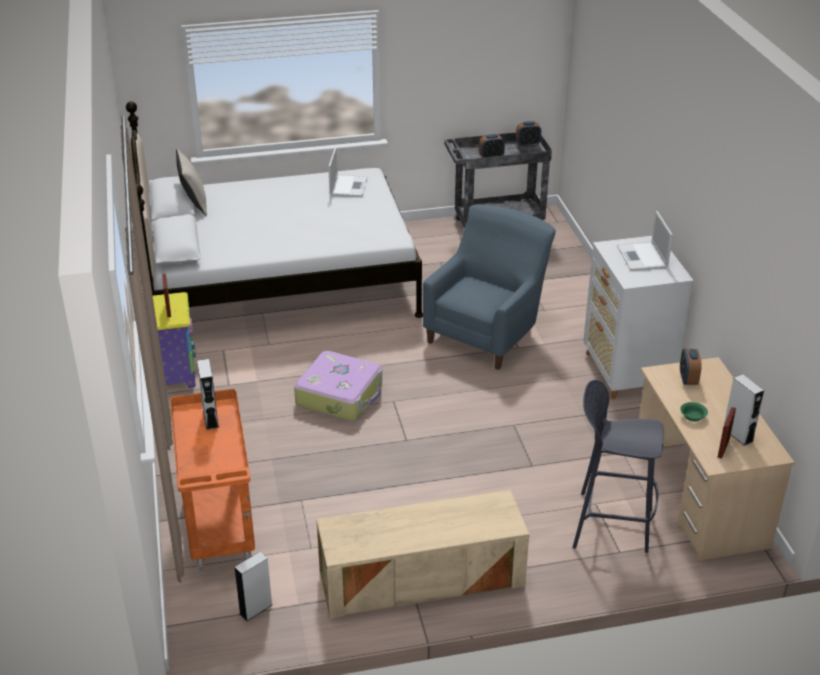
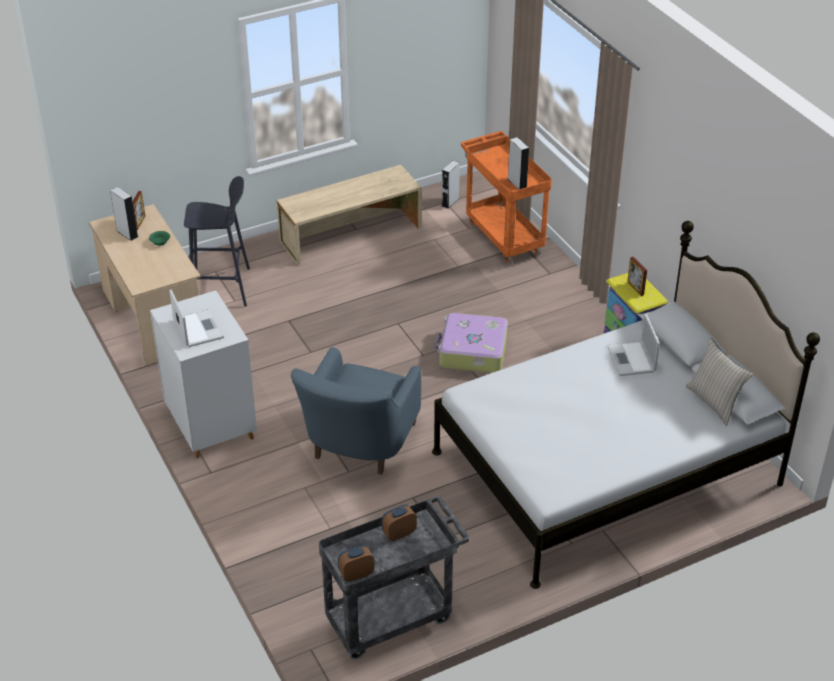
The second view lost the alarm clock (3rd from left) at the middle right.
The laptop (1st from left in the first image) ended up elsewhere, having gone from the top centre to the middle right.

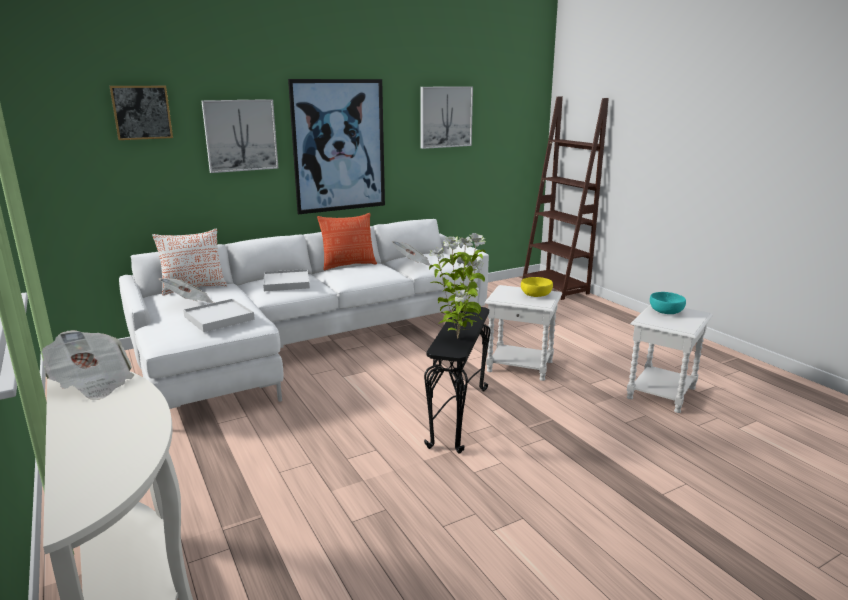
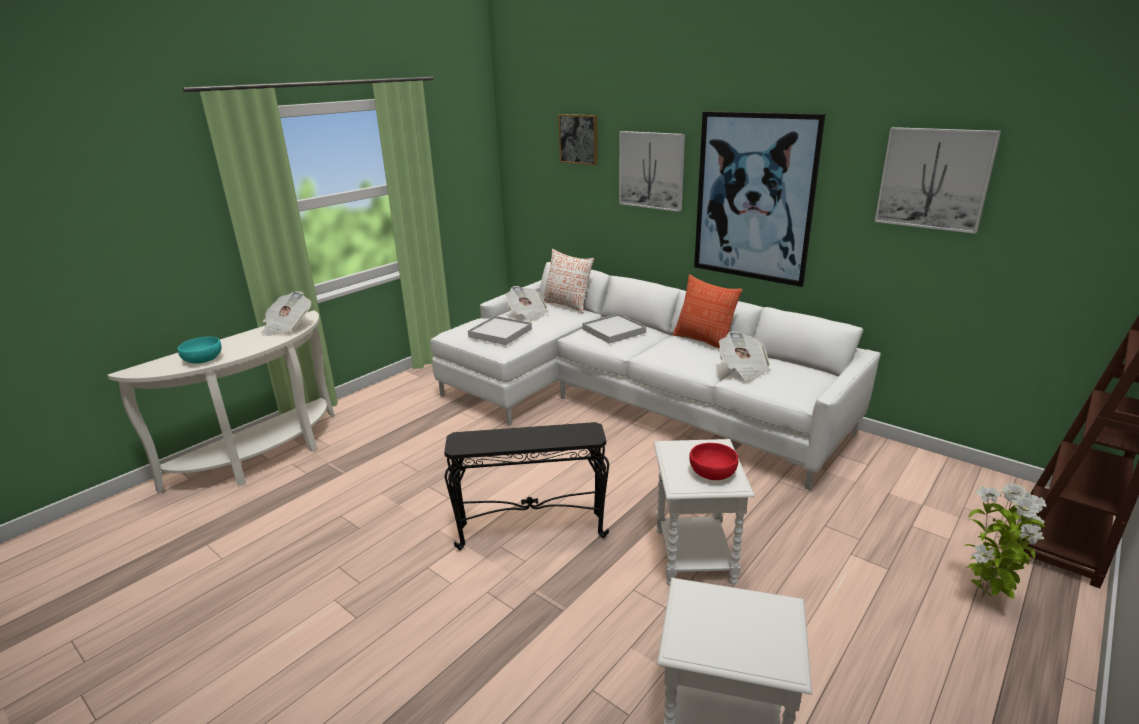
The potted plant ended up elsewhere, having gone from the centre to the bottom right.
The bowl in turquoise ended up elsewhere, having gone from the middle right to the middle left.
What was the bowl in yellow at the centre turned into the bowl in red at the centre.

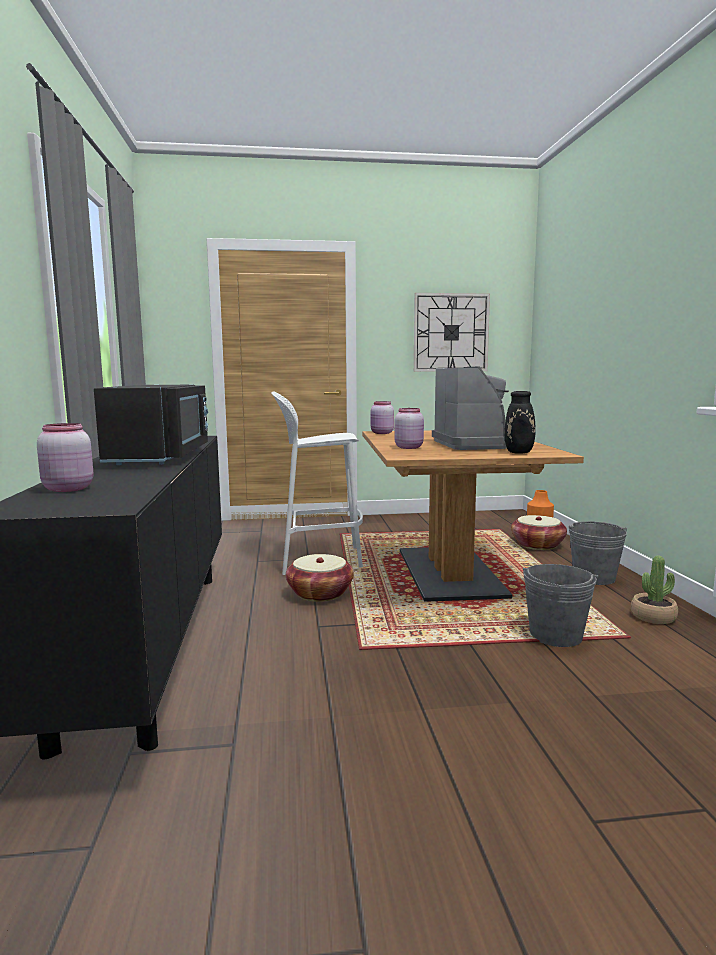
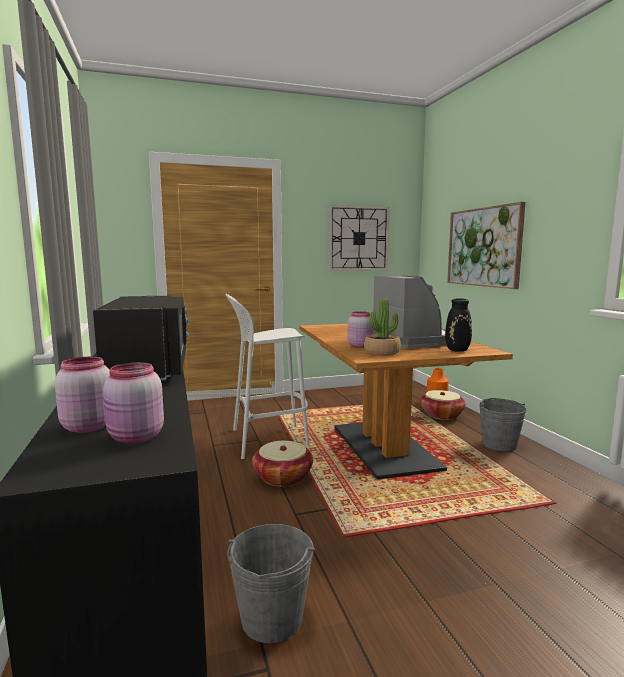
The second view gained the picture at the middle right.
The jar in pink (2nd from left) ended up elsewhere, having gone from the centre to the middle left.
The bucket in grey (1st from left) ended up elsewhere, having gone from the middle right to the bottom centre.
The potted plant ended up elsewhere, having gone from the middle right to the centre.

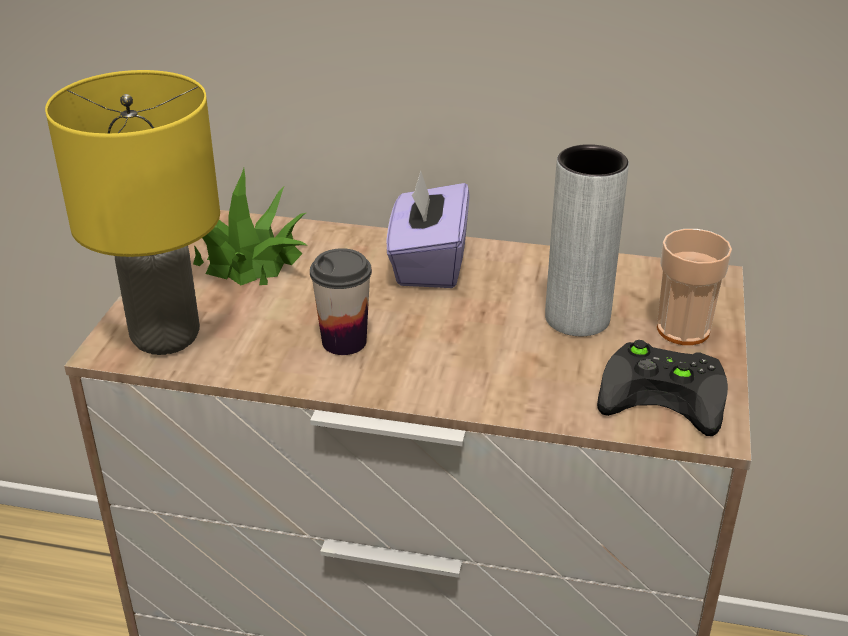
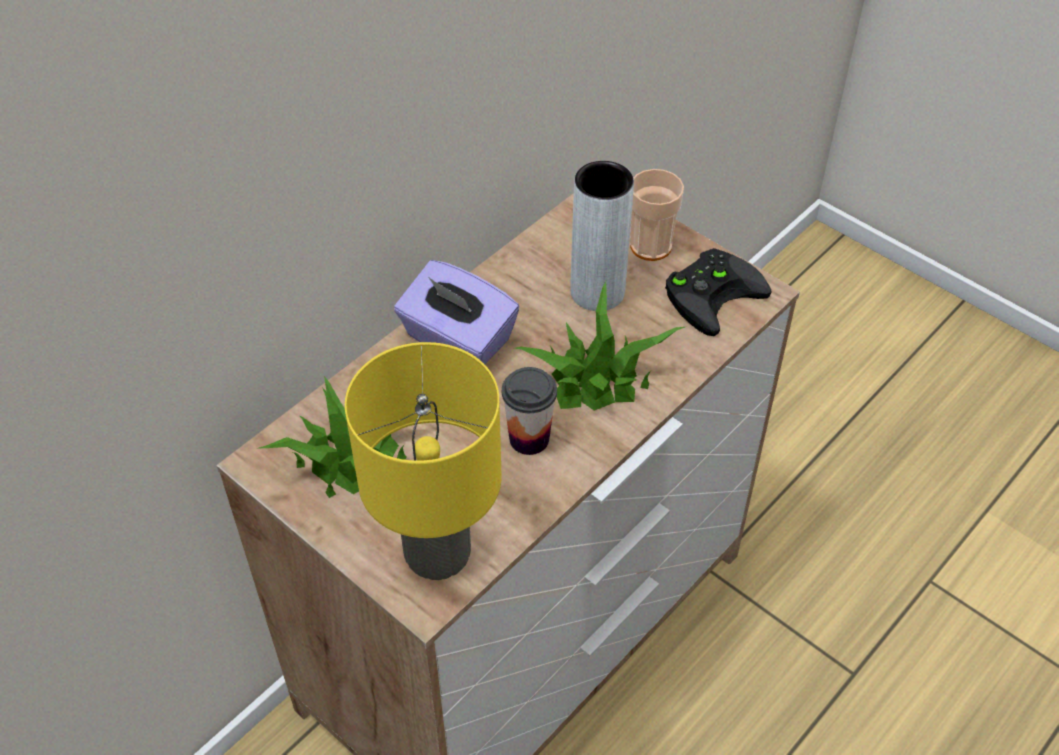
The second view gained the potted plant (2nd from left) at the centre.

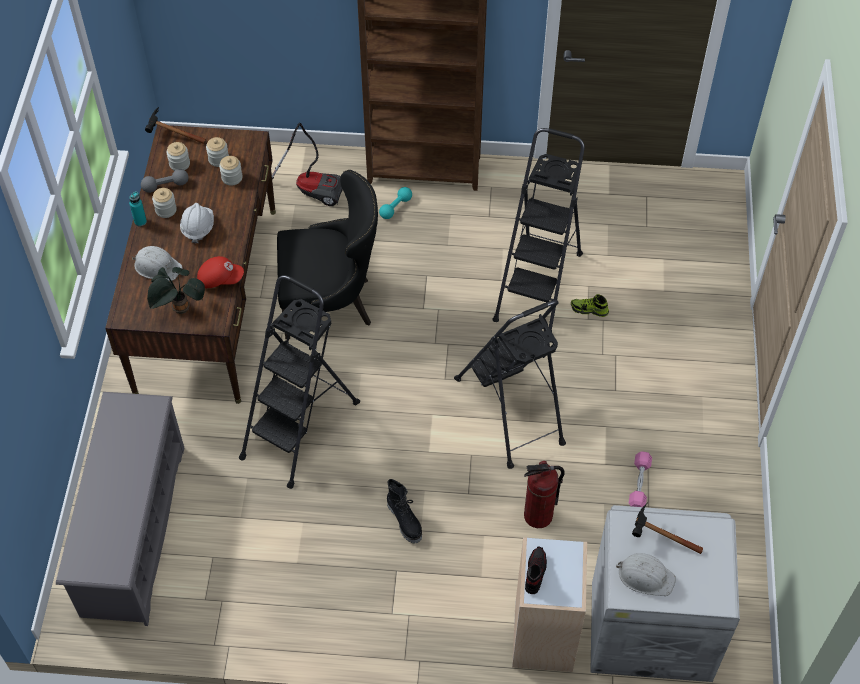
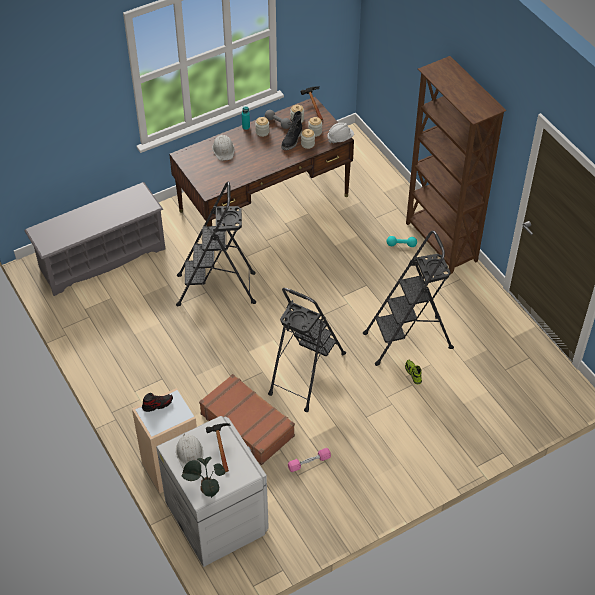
The second view lost the cap in red at the middle left.
The second view lost the vacuum cleaner at the top centre.
The second view lost the chair in black at the centre.
The potted plant ended up elsewhere, having gone from the middle left to the bottom centre.
The hard hat in white (2nd from left in the first image) ended up elsewhere, having gone from the top left to the top centre.
The boot in black ended up elsewhere, having gone from the bottom centre to the top centre.
Where the fire extinguisher stood at the bottom centre, the suitcase in brown came to stand at the bottom centre.

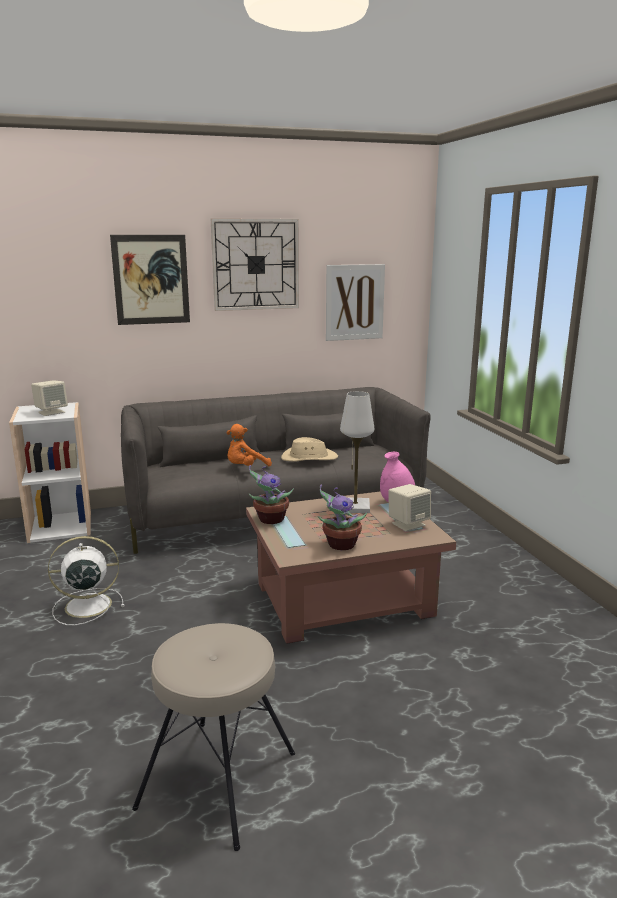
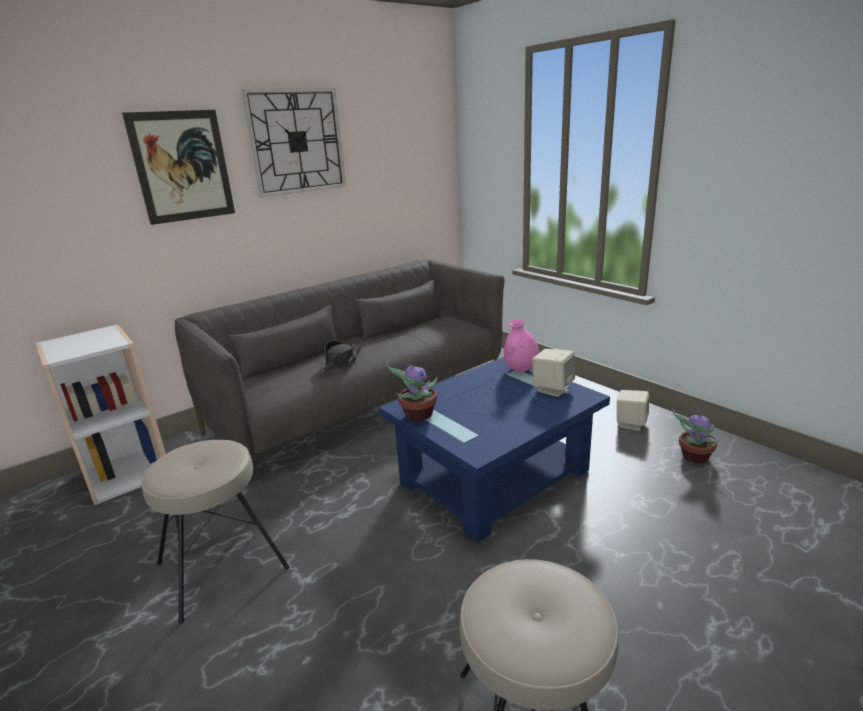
The second view lost the hat in beige at the centre.
The second view lost the picture (2nd from left) at the centre.
The second view lost the table lamp in white at the centre.
The speaker in beige (1st from left in the first image) ended up elsewhere, having gone from the middle left to the middle right.
The potted plant (2nd from left) ended up elsewhere, having gone from the centre to the middle right.
Where the fan in white stood at the middle left, the stool in beige (1st from left) came to stand at the bottom left.
Where the plush toy in orange stood at the centre, the hat in black came to stand at the centre.
What was the coffee table in brown at the centre turned into the coffee table in blue at the centre.

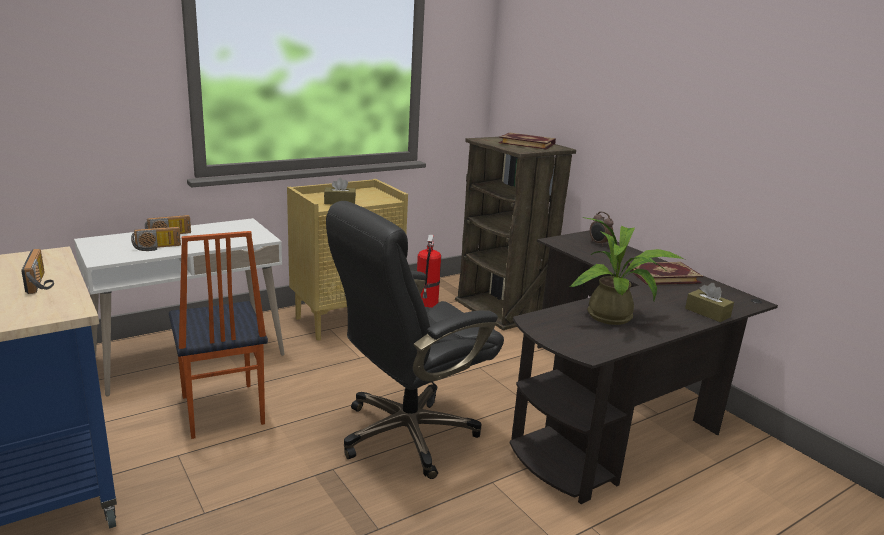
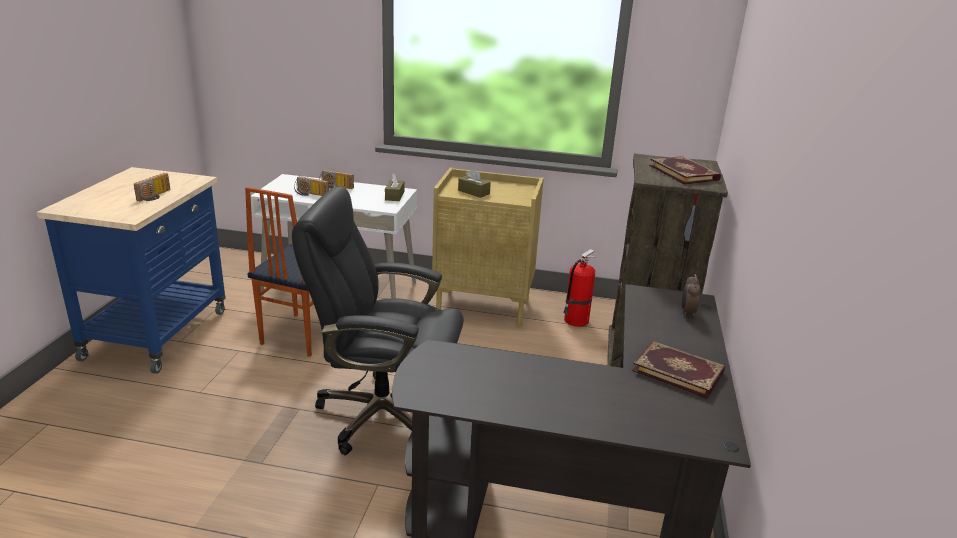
The second view lost the potted plant at the middle right.
The tissue box in brown (2nd from left in the first image) ended up elsewhere, having gone from the middle right to the centre.

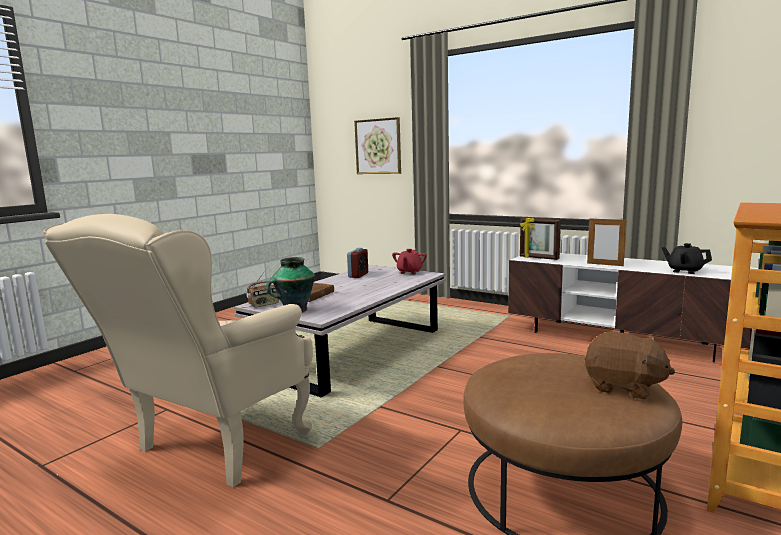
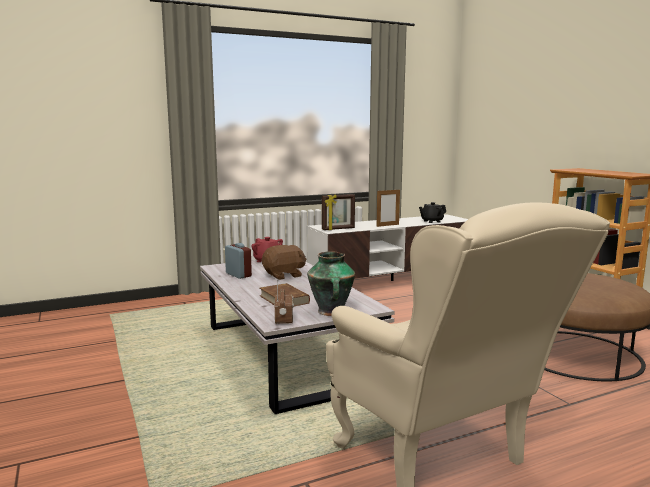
The second view lost the picture at the top centre.
The plush toy in brown ended up elsewhere, having gone from the bottom right to the centre.

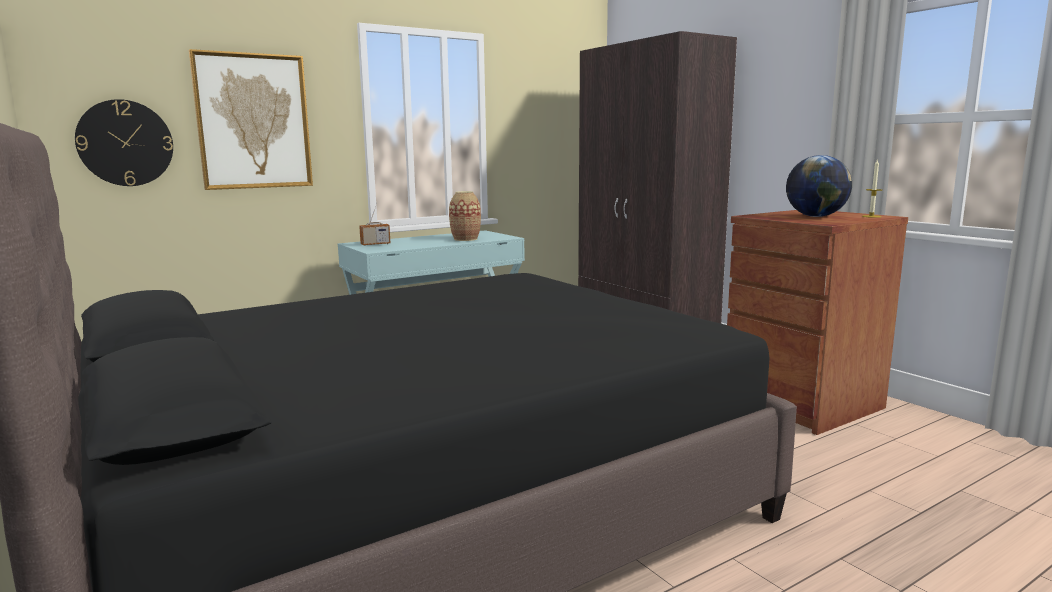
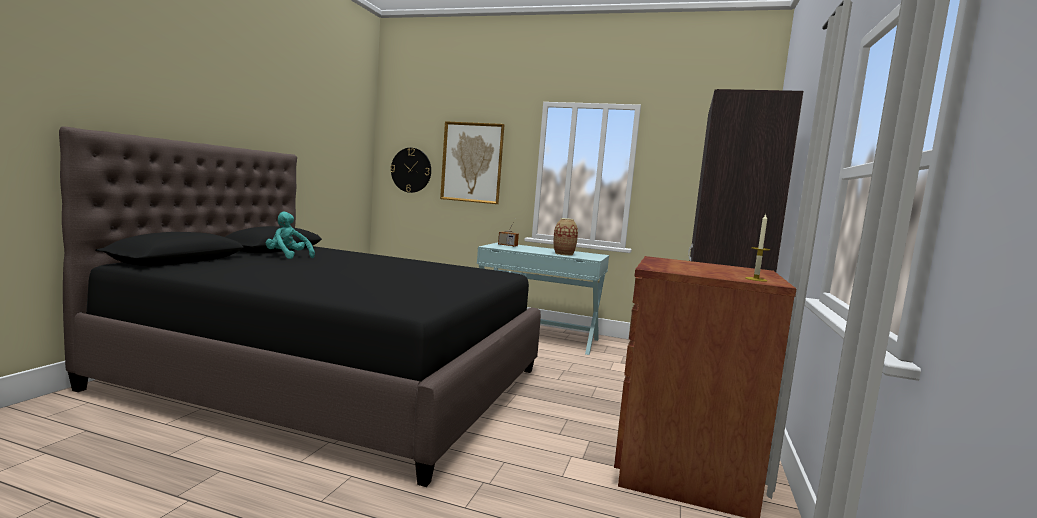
The second view lost the globe at the top right.
The second view gained the plush toy in turquoise at the middle left.

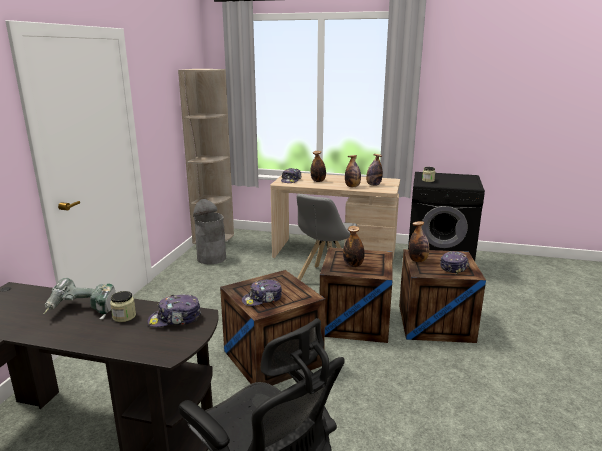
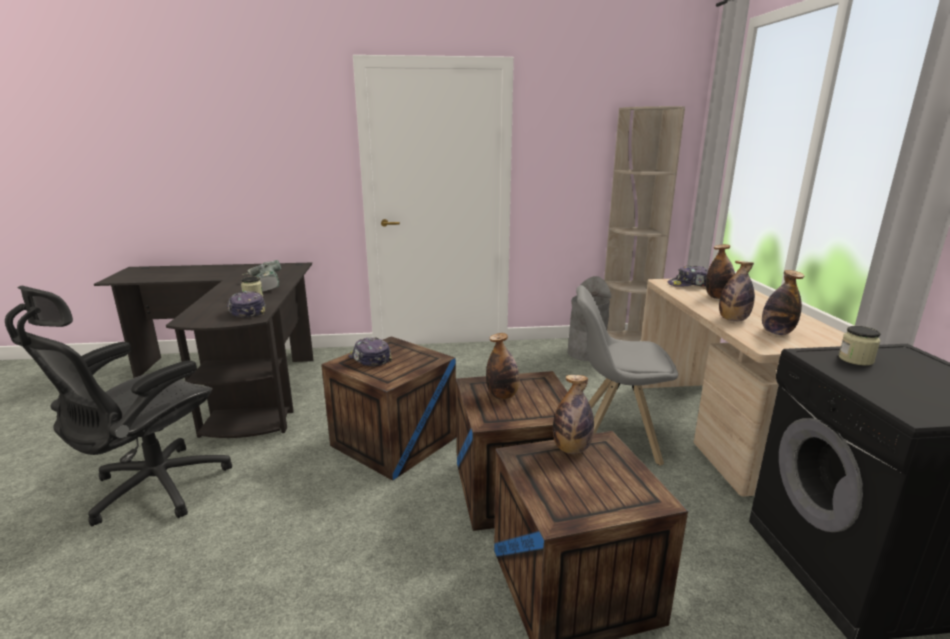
The second view lost the cap (4th from left) at the middle right.

